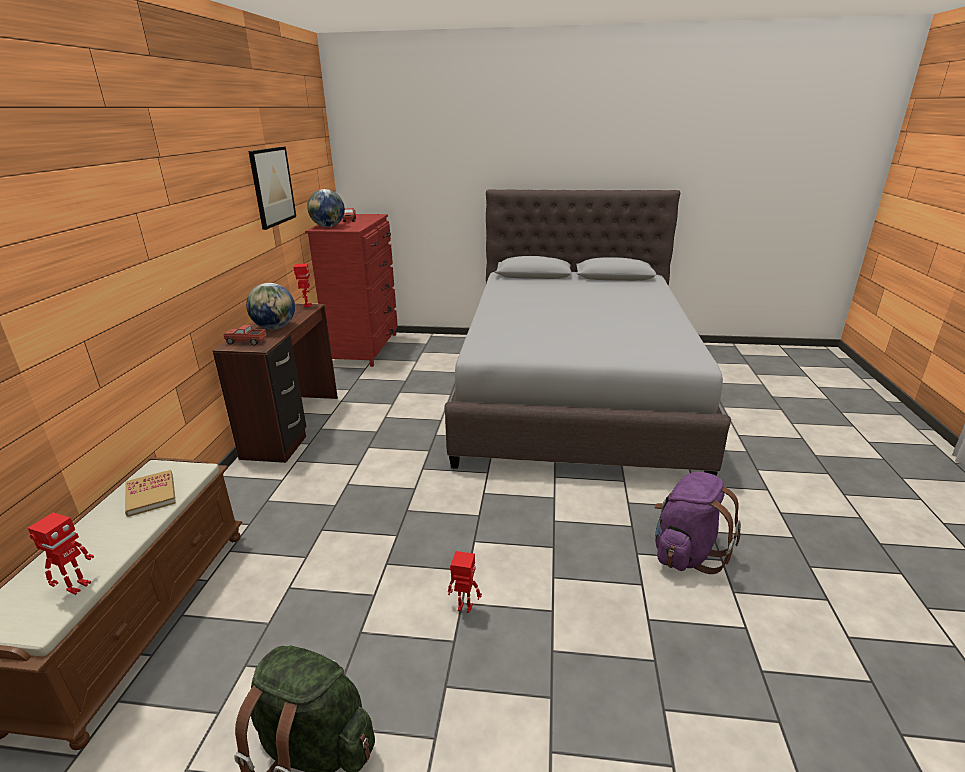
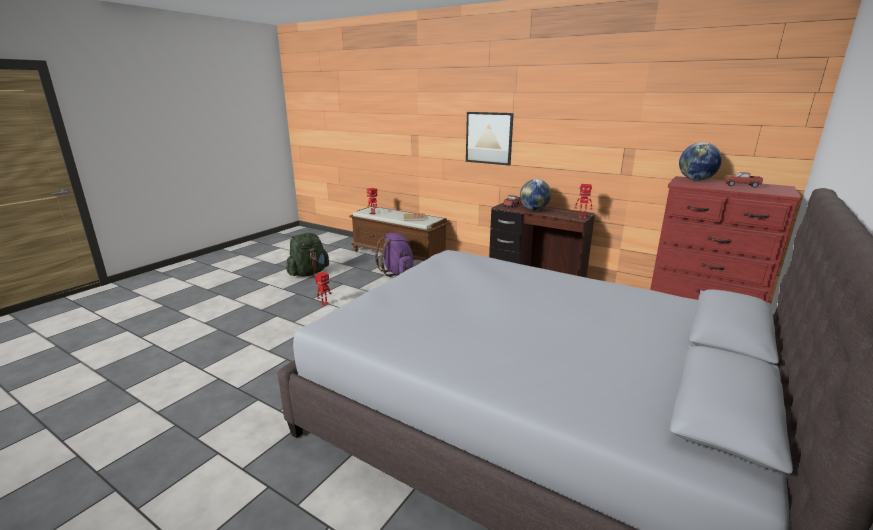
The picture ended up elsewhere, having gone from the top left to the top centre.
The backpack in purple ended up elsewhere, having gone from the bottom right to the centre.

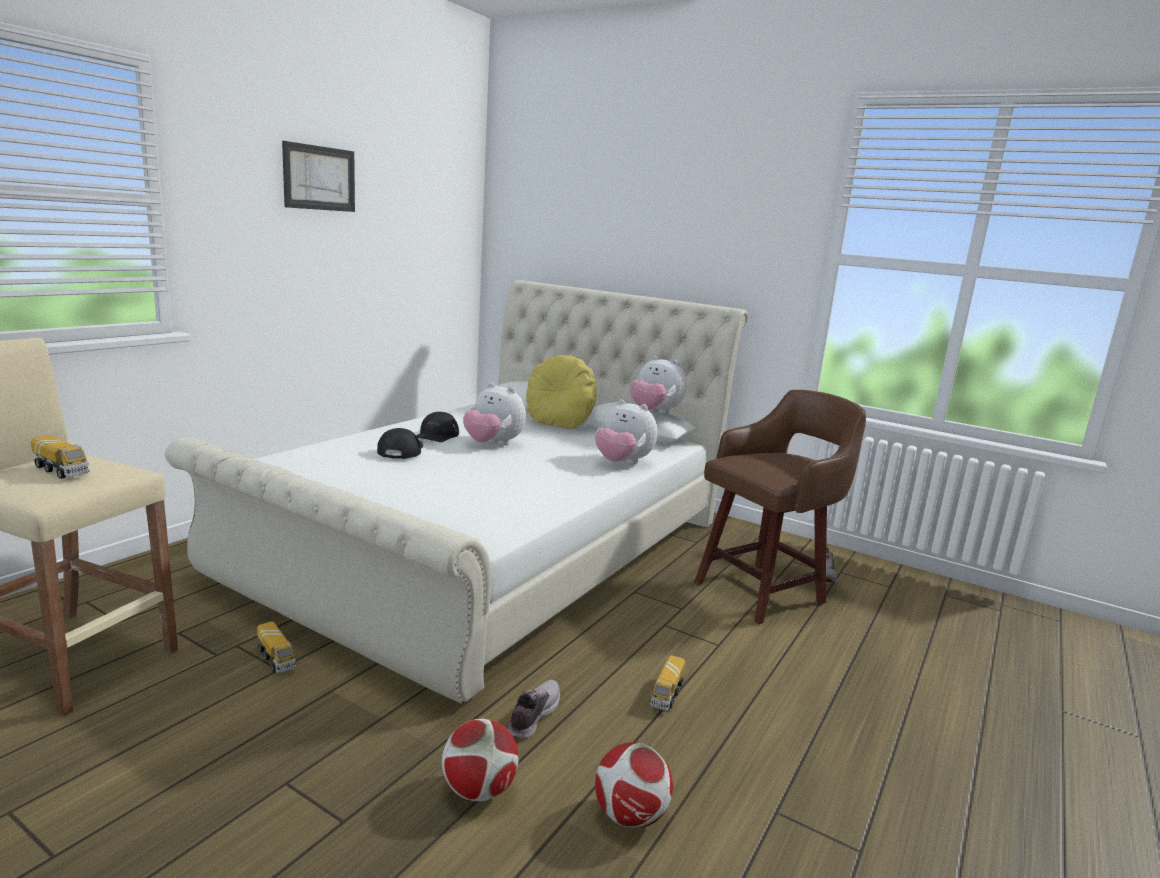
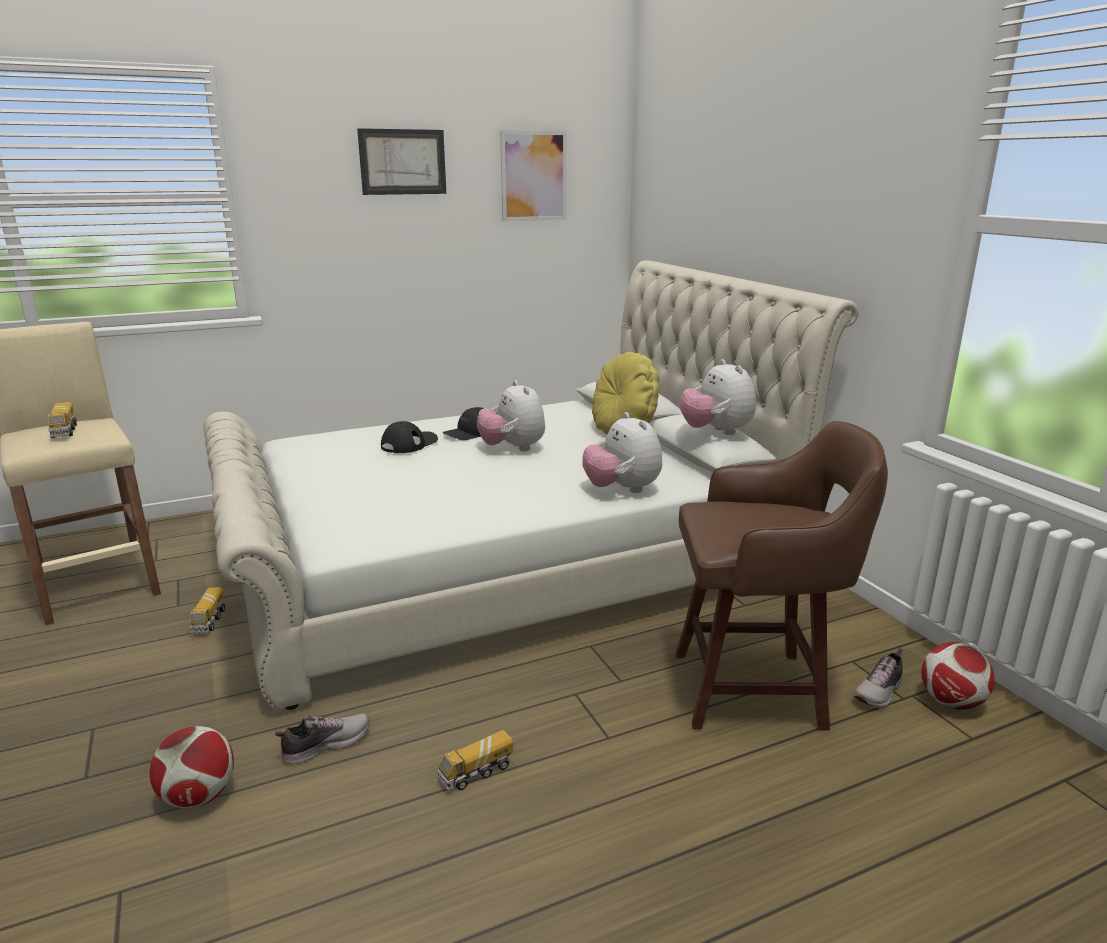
The second view gained the picture (2nd from left) at the top centre.
The football (2nd from left) ended up elsewhere, having gone from the bottom centre to the bottom right.

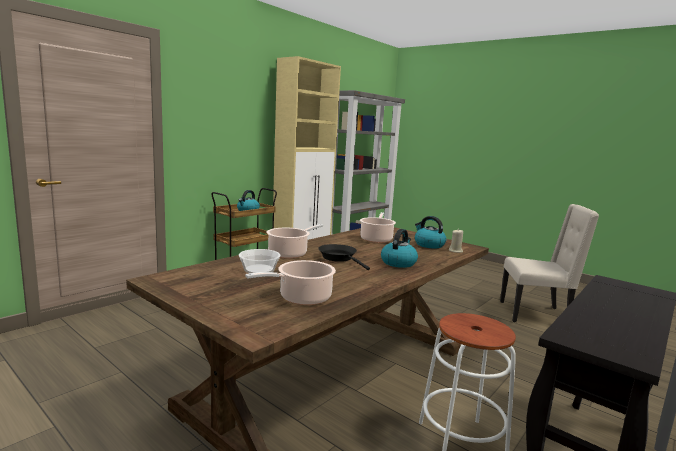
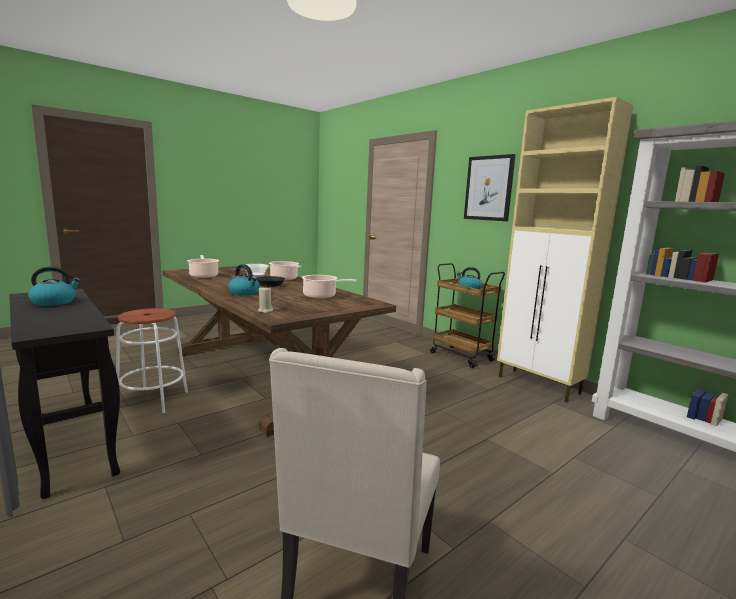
The second view gained the picture at the top centre.
The kettle (3rd from left in the first image) ended up elsewhere, having gone from the centre to the middle left.

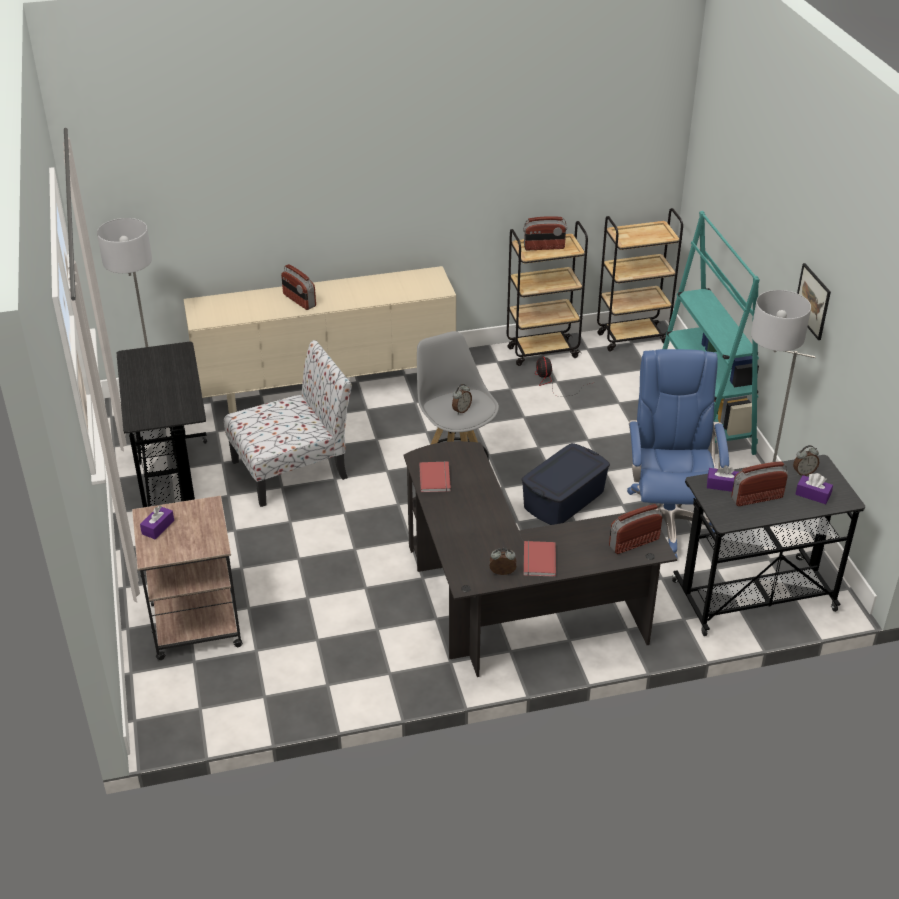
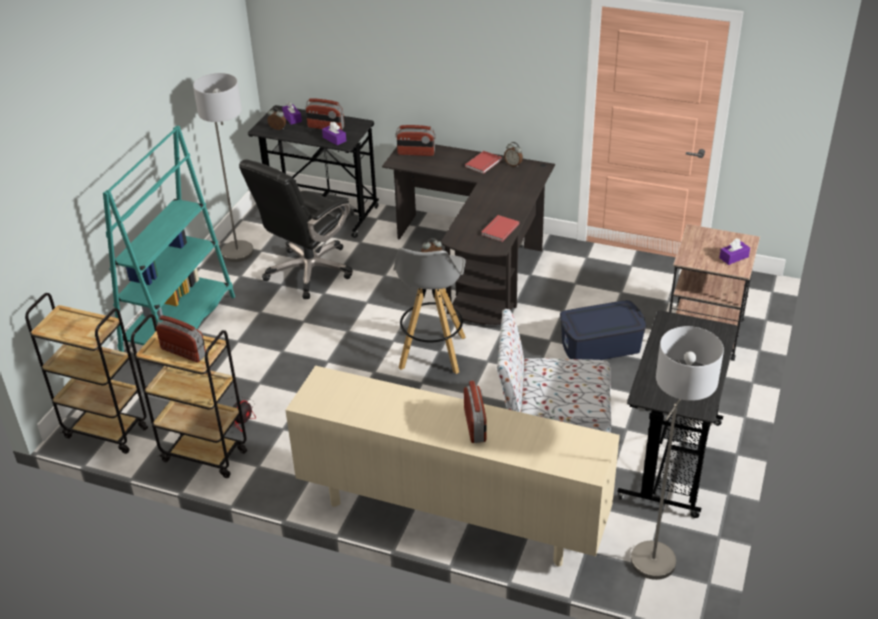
The second view lost the picture at the middle right.
The storage box in blue ended up elsewhere, having gone from the centre to the middle right.
What was the office chair in blue at the middle right turned into the office chair in black at the centre.

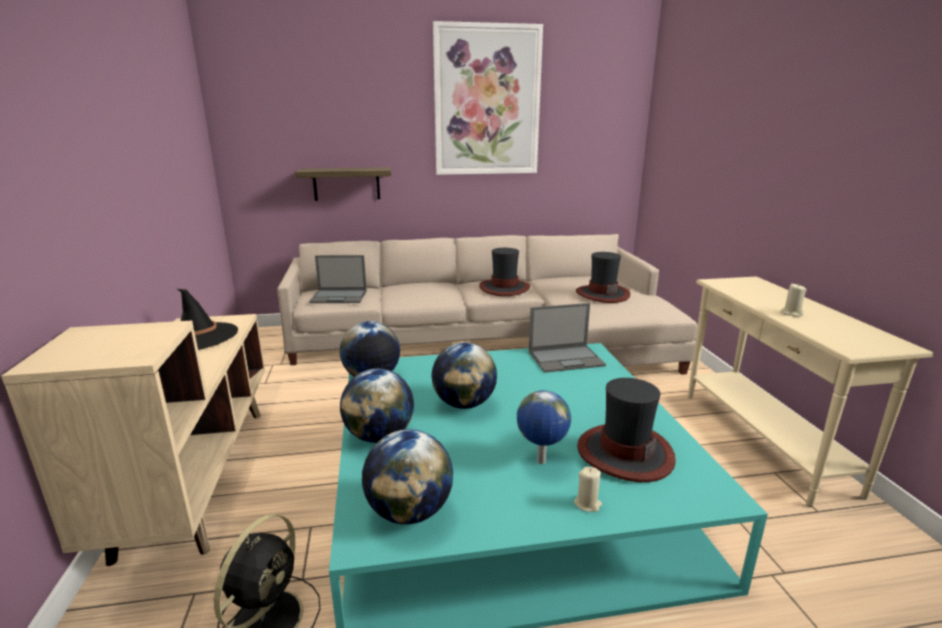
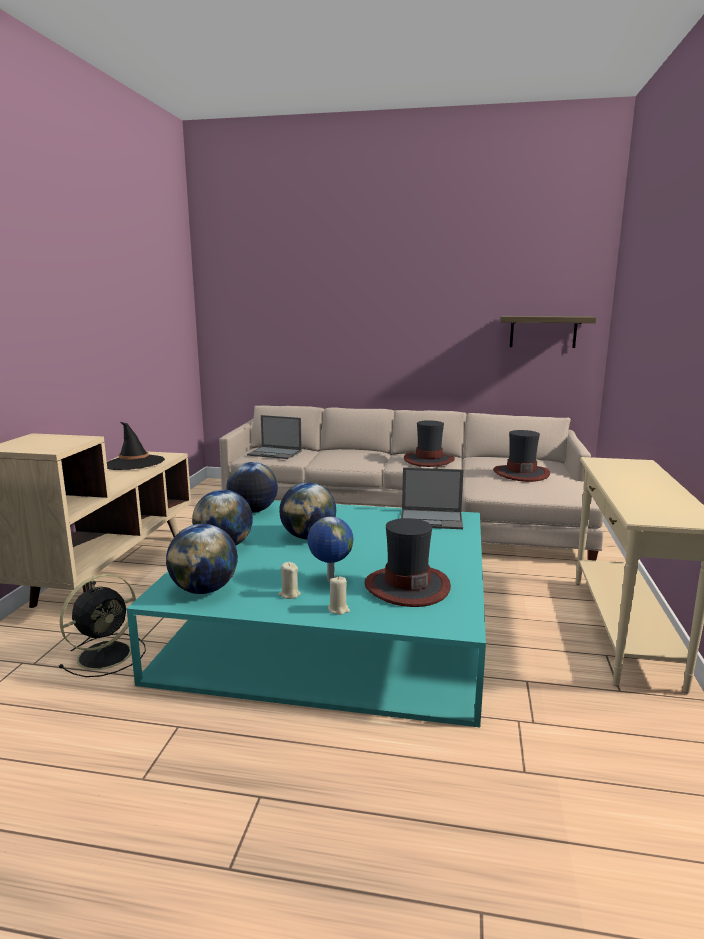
The second view lost the picture at the top centre.
The shelf ended up elsewhere, having gone from the top centre to the middle right.
The candle in beige (2nd from left in the first image) ended up elsewhere, having gone from the middle right to the centre.

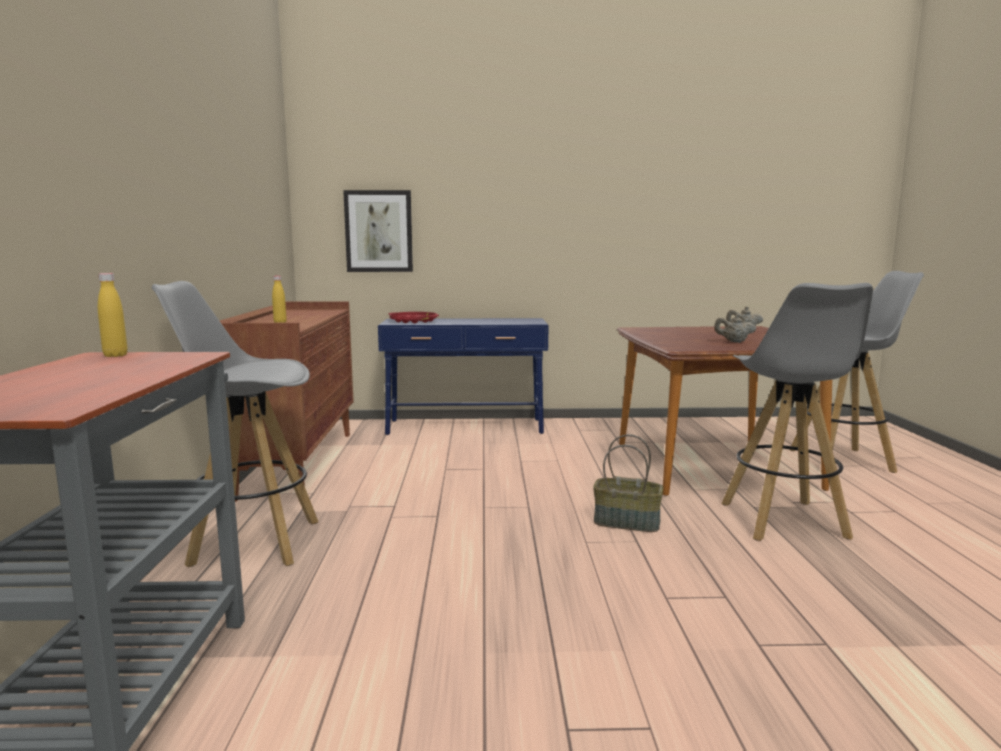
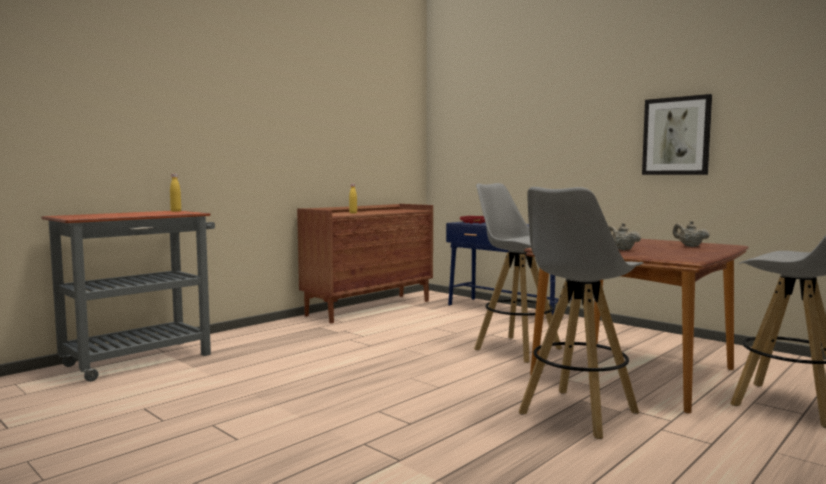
The second view lost the basket at the centre.
The stool in grey (1st from left) ended up elsewhere, having gone from the middle left to the centre.
The picture ended up elsewhere, having gone from the top centre to the top right.

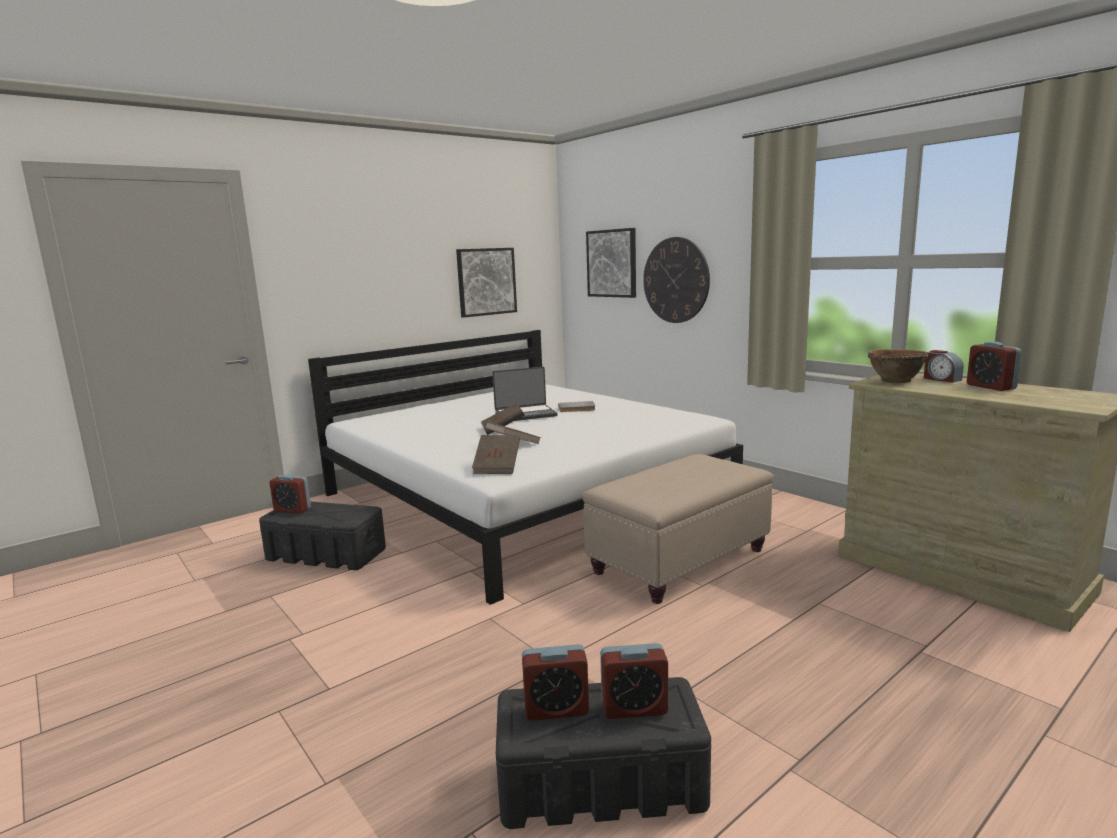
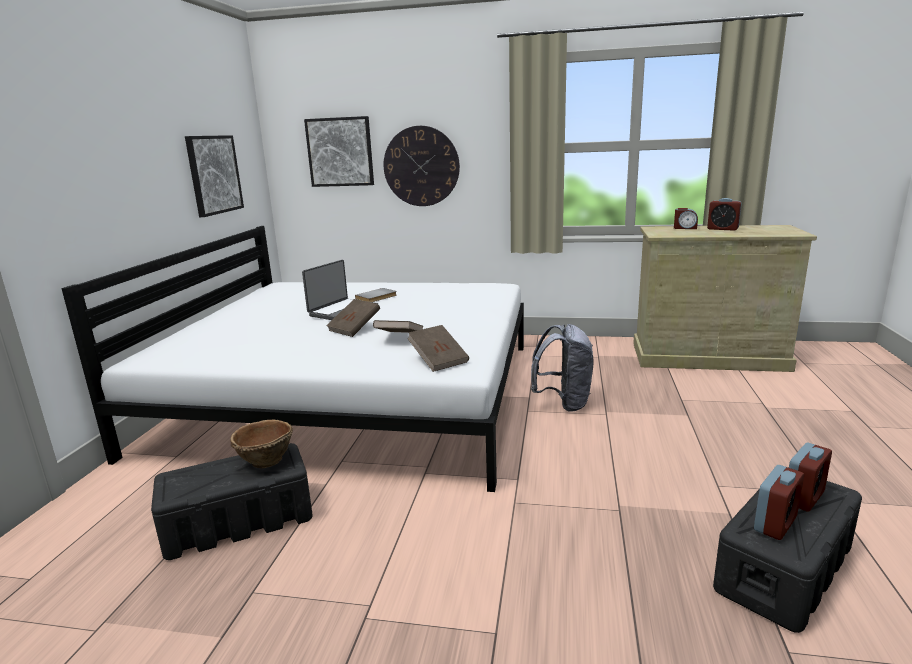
The second view lost the alarm clock (1st from left) at the middle left.
The bowl in brown ended up elsewhere, having gone from the middle right to the bottom left.
Where the ottoman in beige stood at the centre, the backpack in grey came to stand at the centre.

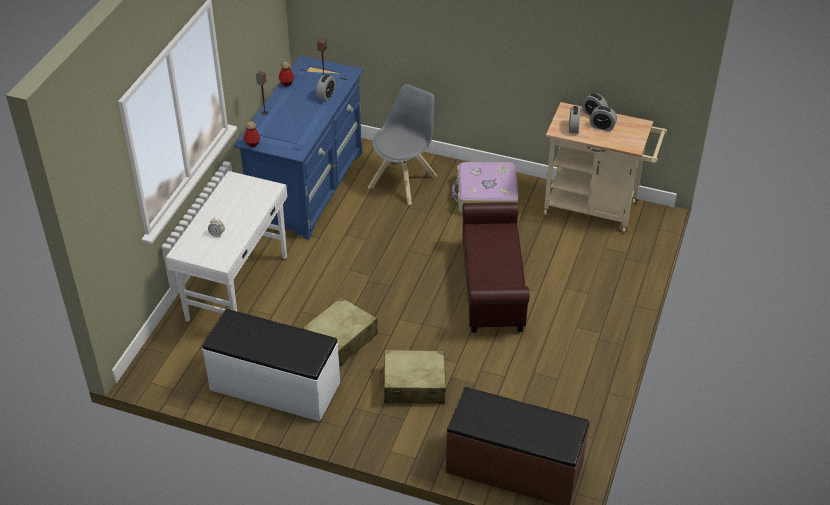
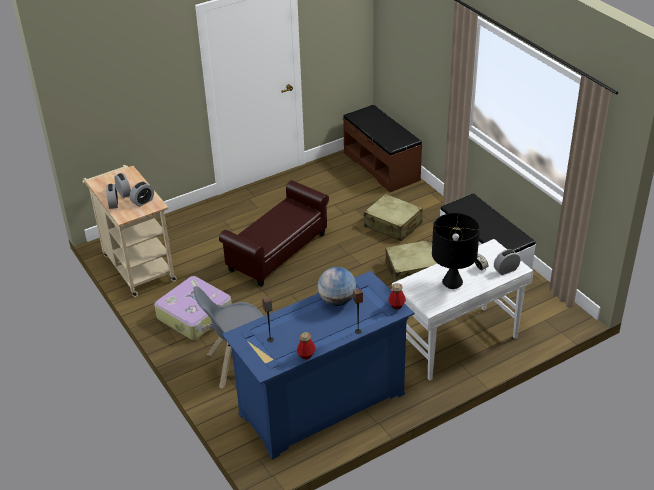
The second view gained the globe at the centre.
The second view gained the table lamp in black at the middle right.
The alarm clock (2nd from left in the first image) ended up elsewhere, having gone from the top centre to the middle right.

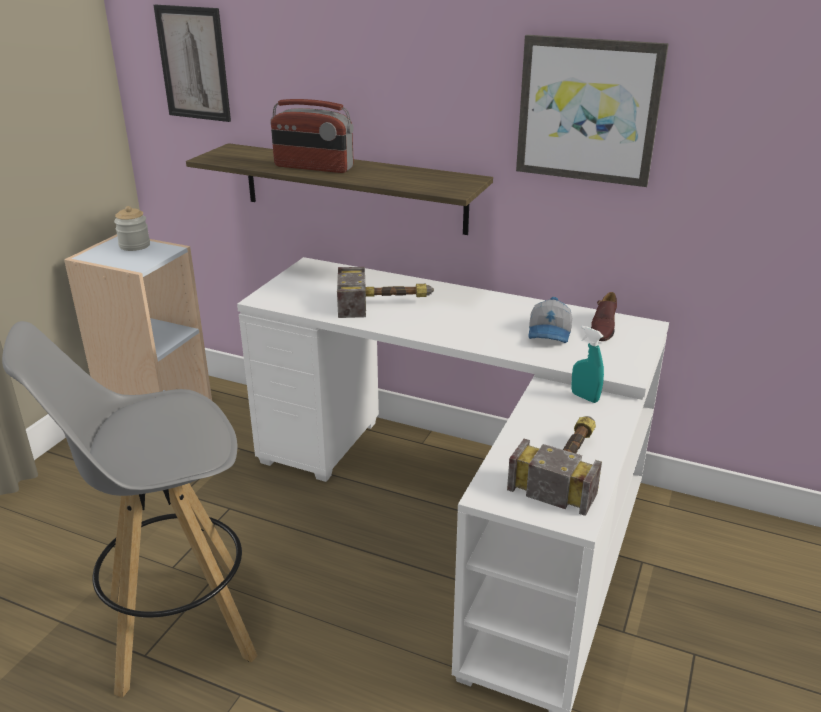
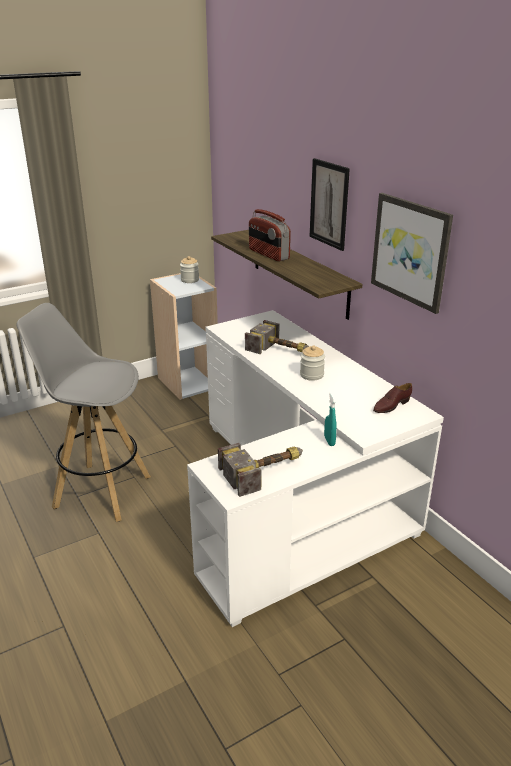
The second view lost the cap at the middle right.
The second view gained the jar (2nd from left) at the centre.
The picture (1st from left) ended up elsewhere, having gone from the top left to the top centre.

